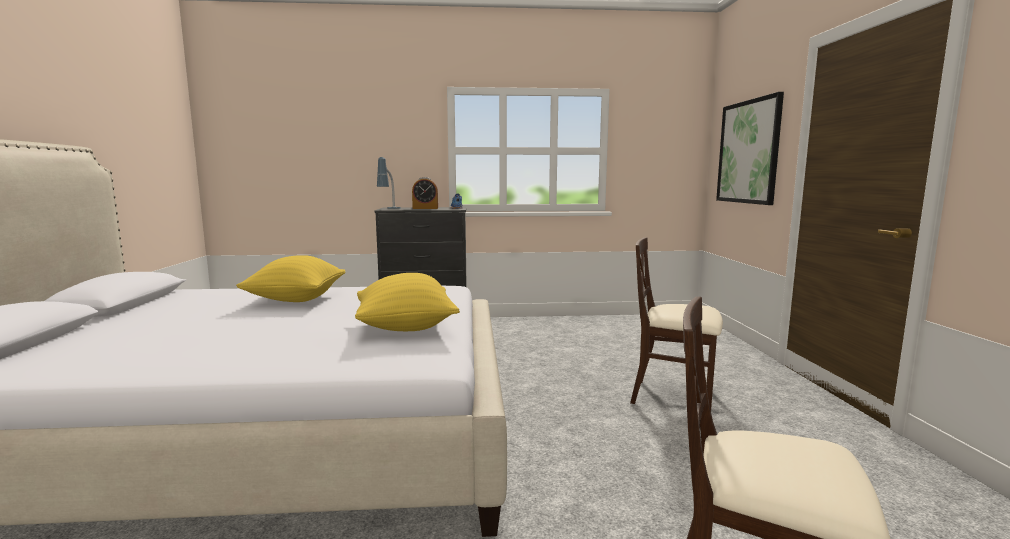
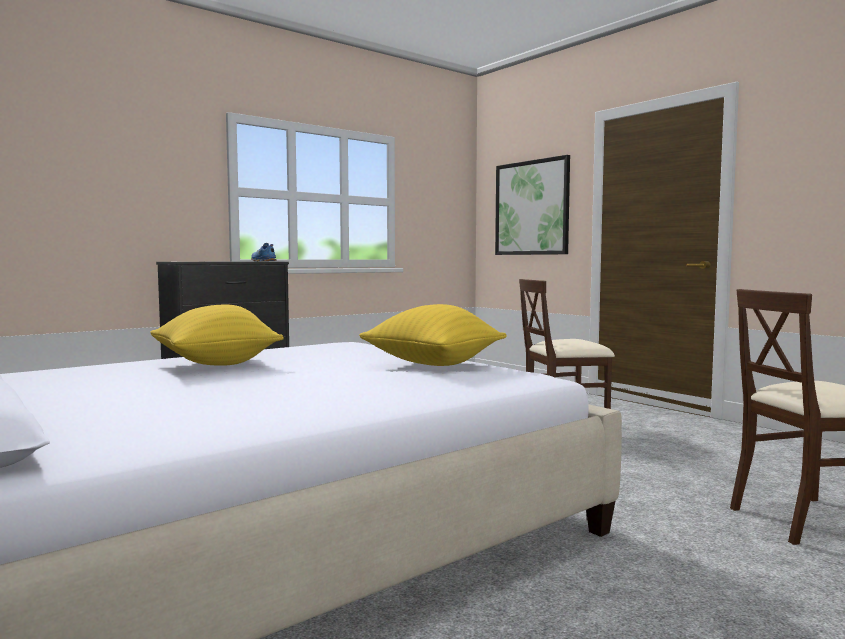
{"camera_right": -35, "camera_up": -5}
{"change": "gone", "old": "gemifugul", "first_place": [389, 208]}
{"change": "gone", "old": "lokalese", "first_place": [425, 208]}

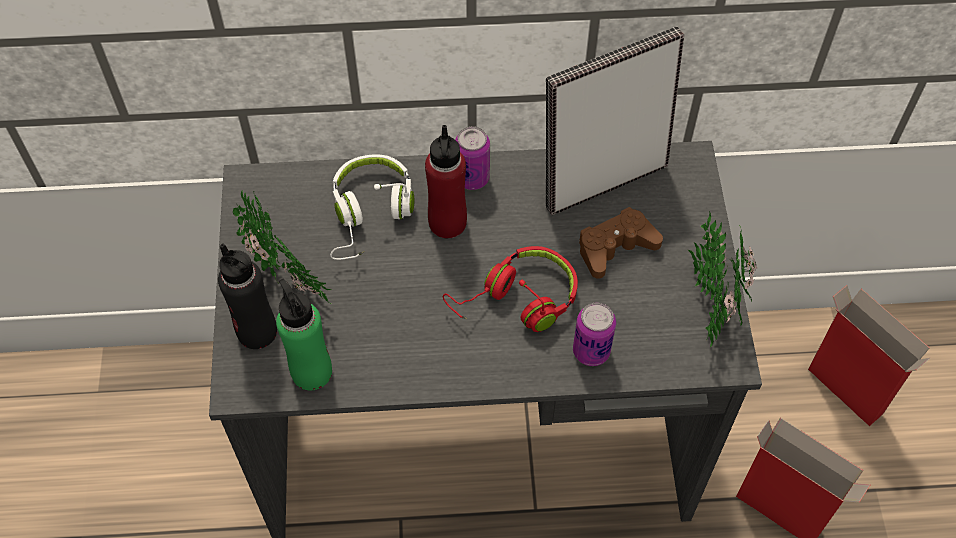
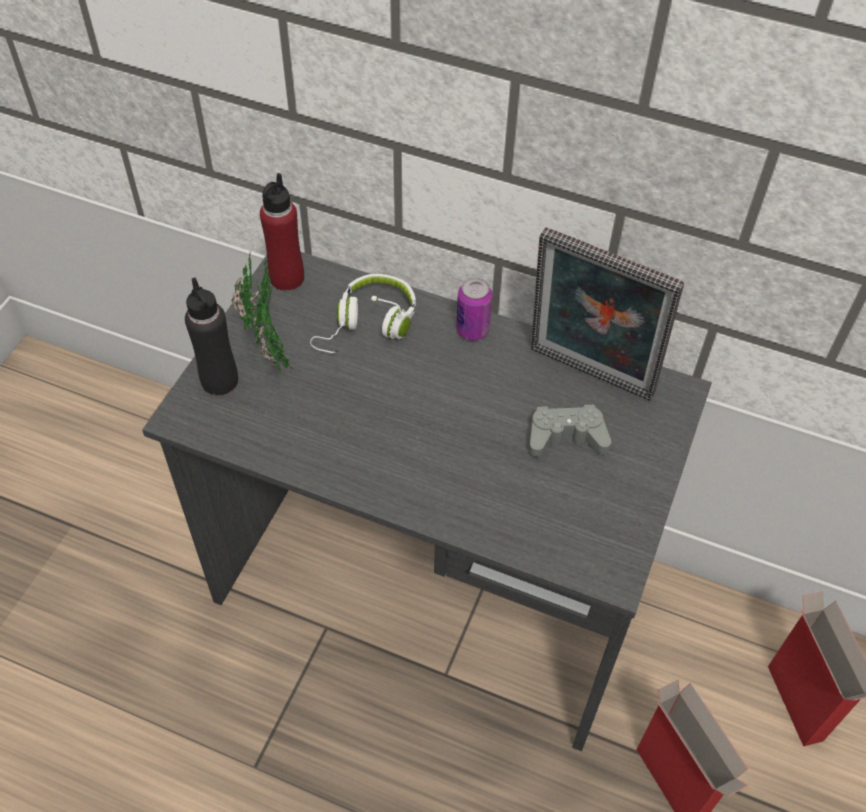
{"camera_right": 25, "camera_up": -5}
{"change": "shifted", "old": "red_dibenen", "first_place": [447, 223], "second_place": [287, 278]}
{"change": "repainted", "old": "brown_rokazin", "new": "grey_rokazin", "first_place": [615, 247], "second_place": [566, 437]}
{"change": "rotated", "old": "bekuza", "first_place": [602, 180], "second_place": [588, 376], "degrees": -150}
{"change": "gone", "old": "green_dibenen", "first_place": [311, 371]}
{"change": "gone", "old": "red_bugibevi", "first_place": [517, 301]}
{"change": "gone", "old": "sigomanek", "first_place": [591, 351]}
{"change": "gone", "old": "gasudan", "first_place": [711, 300]}

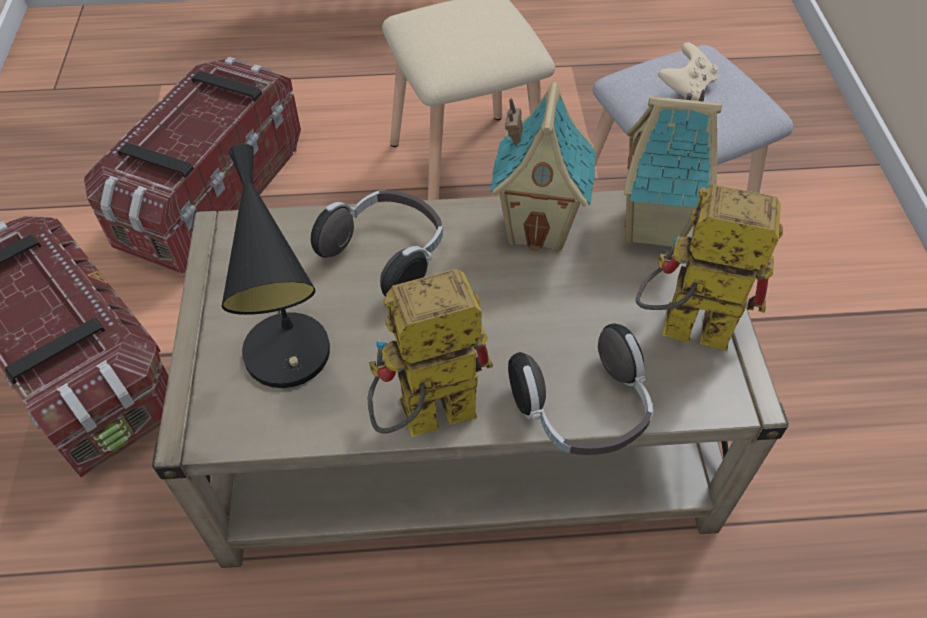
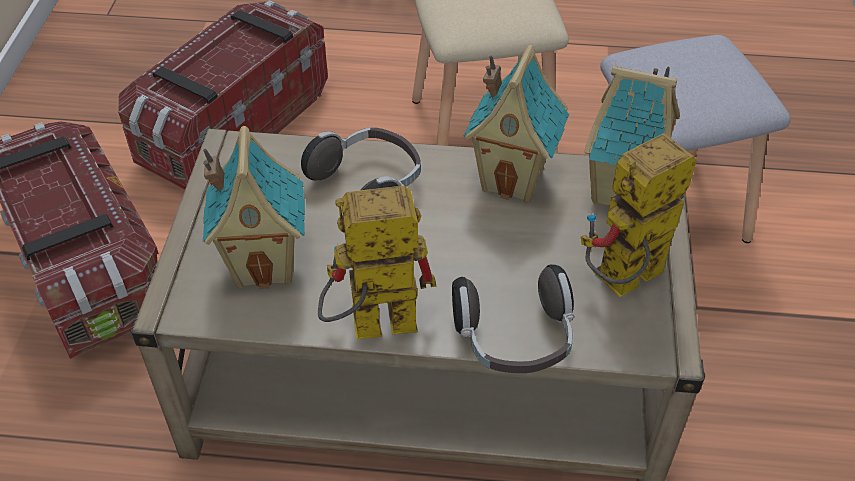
{"camera_right": 10, "camera_up": -5}
{"change": "swapped", "old": "black_gemifugul", "new": "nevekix", "first_place": [292, 362], "second_place": [265, 264]}
{"change": "rotated", "old": "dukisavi", "first_place": [679, 329], "second_place": [622, 283], "degrees": -60}
{"change": "gone", "old": "beige_rokazin", "first_place": [685, 88]}

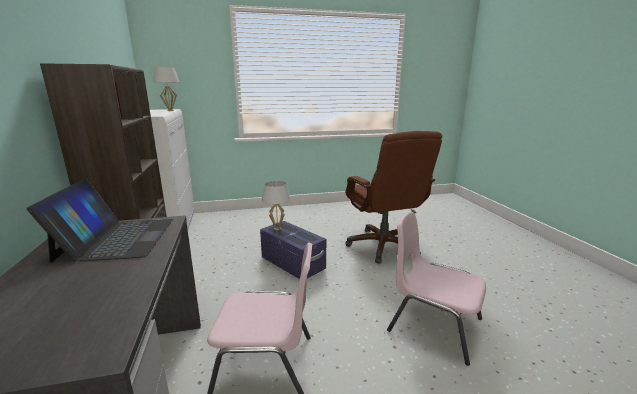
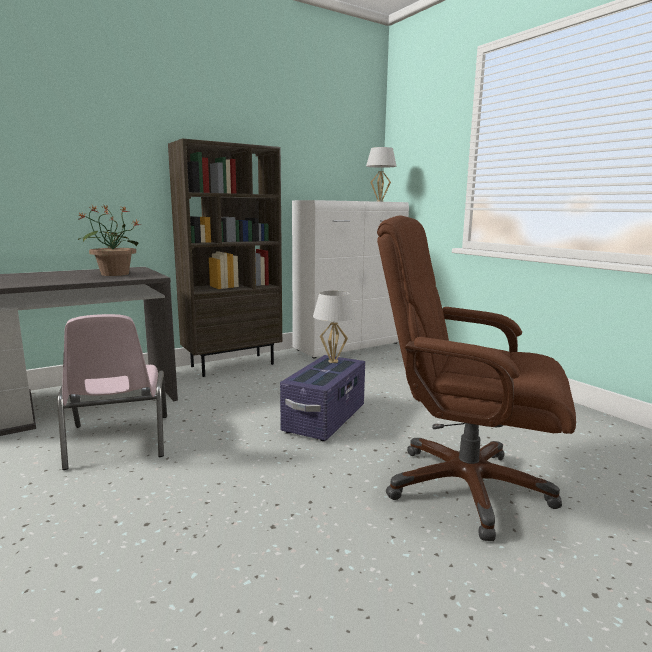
{"camera_right": 70, "camera_up": -5}
{"change": "swapped", "old": "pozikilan", "new": "gasudan", "first_place": [117, 238], "second_place": [114, 274]}
{"change": "rotated", "old": "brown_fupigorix", "first_place": [383, 246], "second_place": [464, 487], "degrees": 60}
{"change": "gone", "old": "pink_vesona", "first_place": [433, 325]}

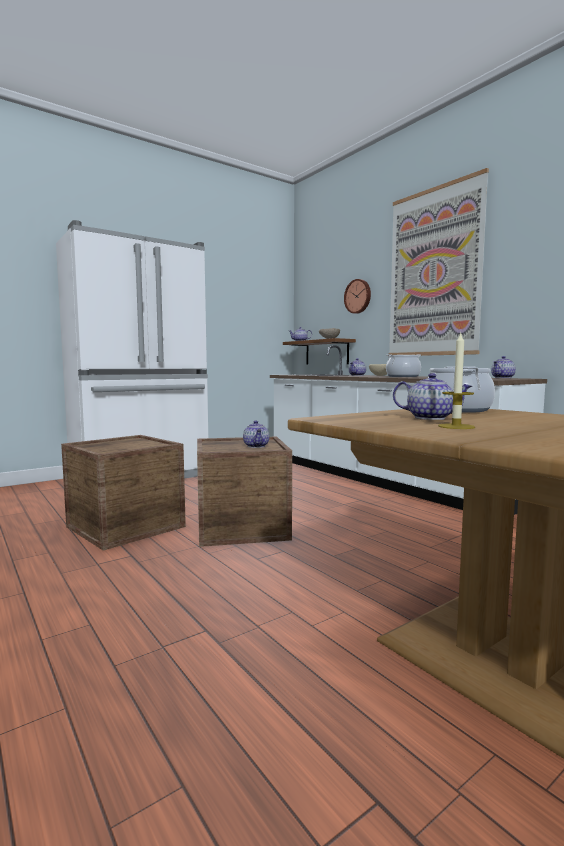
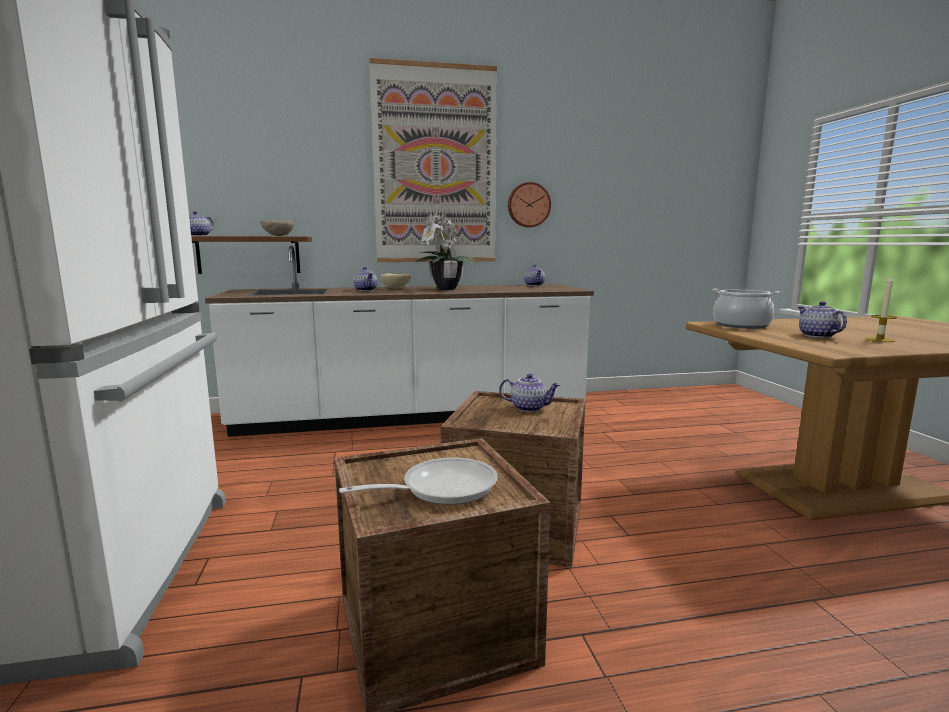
{"camera_right": -65, "camera_up": 5}
{"change": "new", "new": "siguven", "second_place": [441, 488]}
{"change": "swapped", "old": "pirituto", "new": "gasudan", "first_place": [402, 376], "second_place": [444, 289]}
{"change": "shifted", "old": "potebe", "first_place": [358, 296], "second_place": [528, 205]}
{"change": "rotated", "old": "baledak", "first_place": [430, 418], "second_place": [816, 336], "degrees": -60}

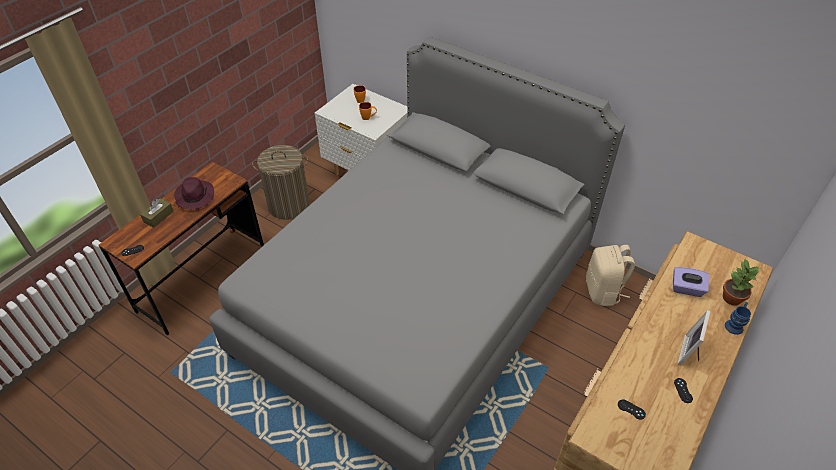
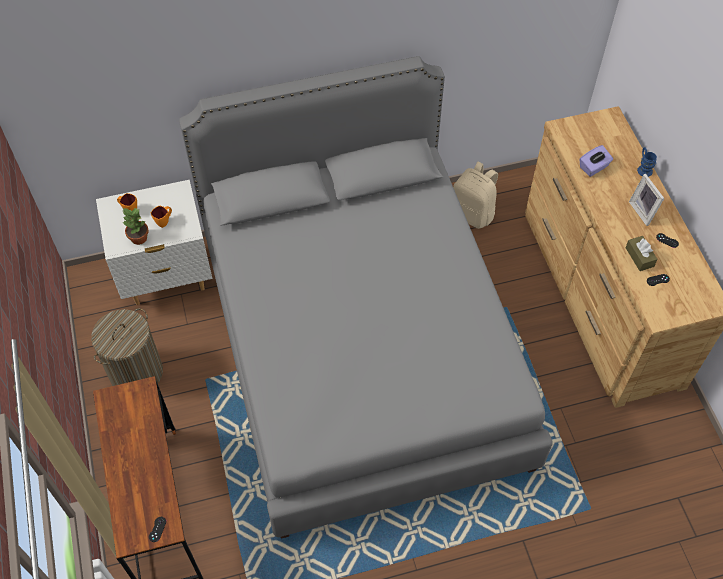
{"camera_right": -50, "camera_up": 10}
{"change": "shifted", "old": "gasudan", "first_place": [731, 297], "second_place": [138, 238]}
{"change": "shifted", "old": "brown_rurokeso", "first_place": [158, 217], "second_place": [639, 257]}
{"change": "gone", "old": "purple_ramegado", "first_place": [194, 196]}

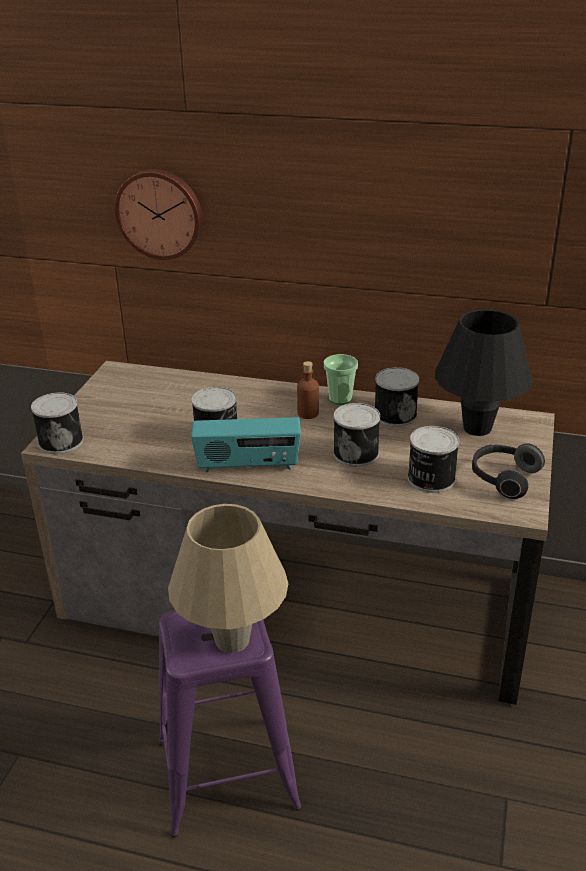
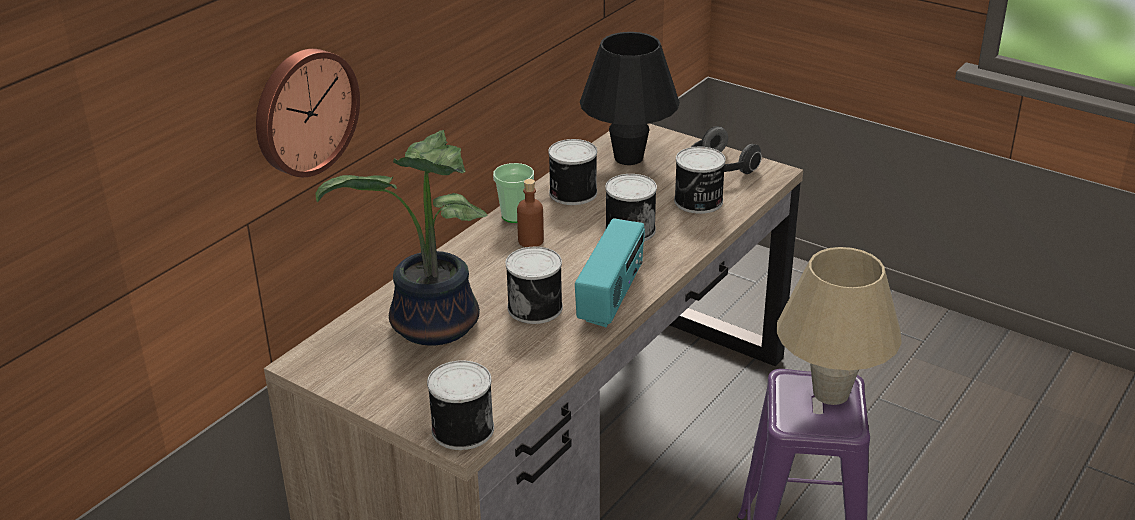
{"camera_right": -70, "camera_up": 0}
{"change": "new", "new": "gasudan", "second_place": [432, 327]}

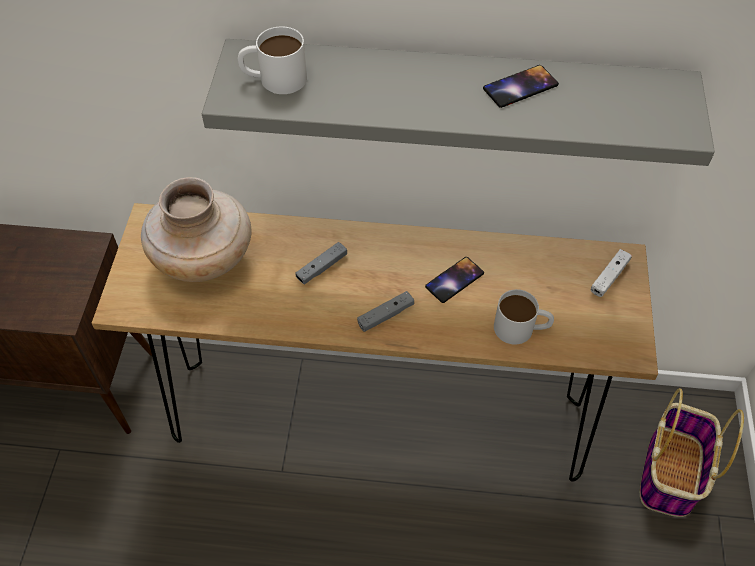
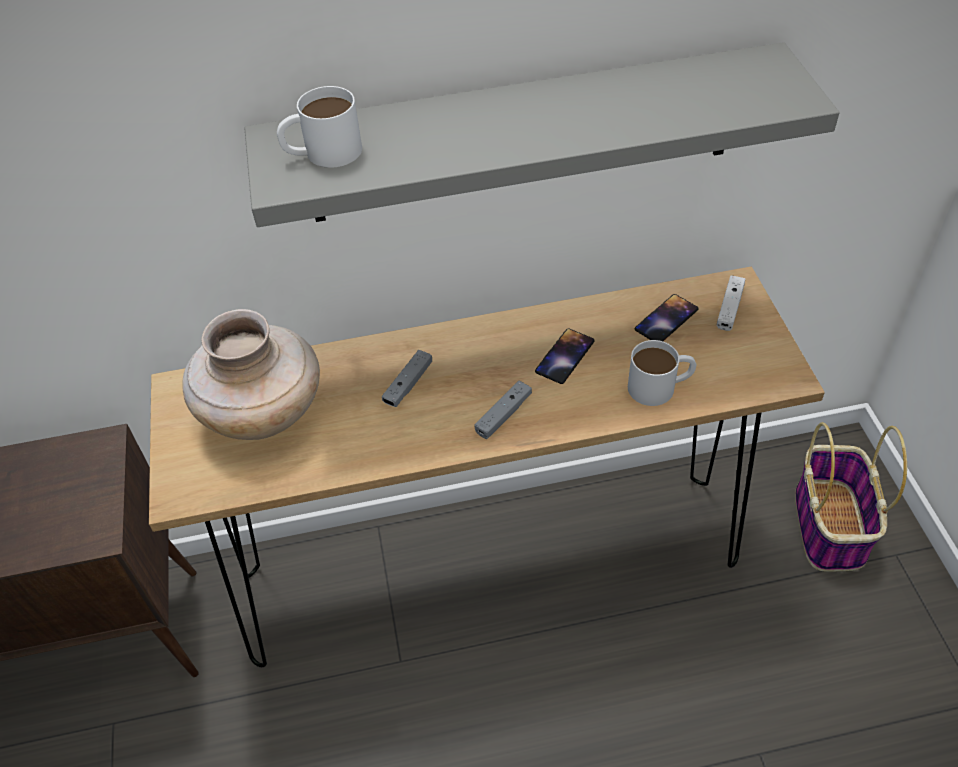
{"camera_right": -15, "camera_up": -5}
{"change": "shifted", "old": "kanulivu", "first_place": [520, 87], "second_place": [666, 319]}

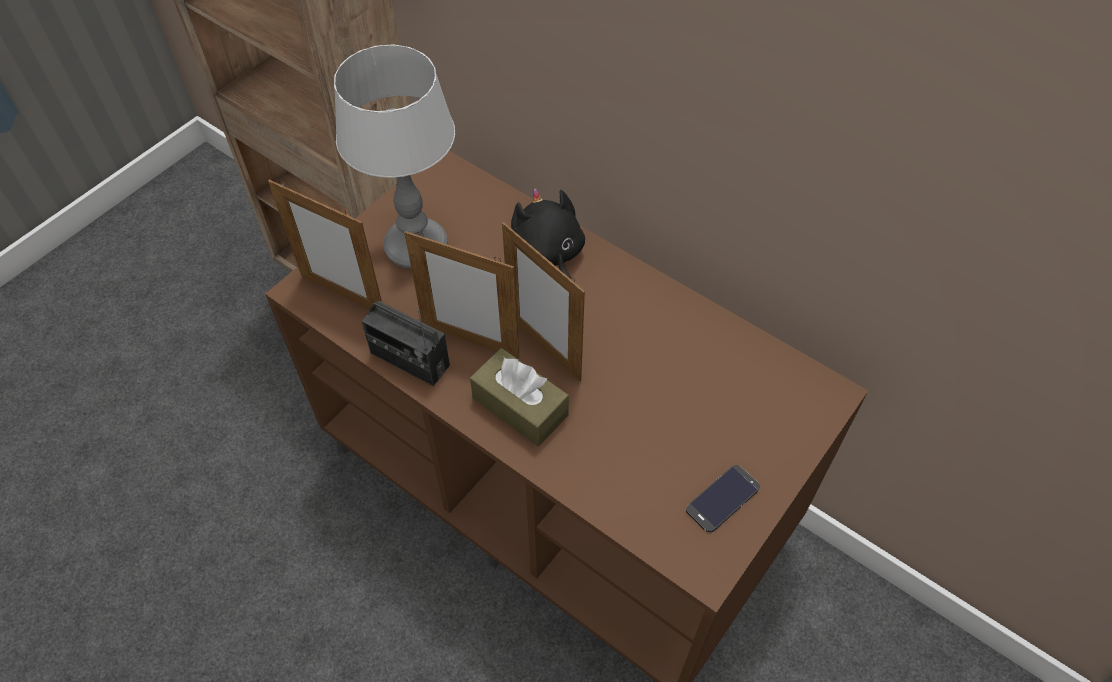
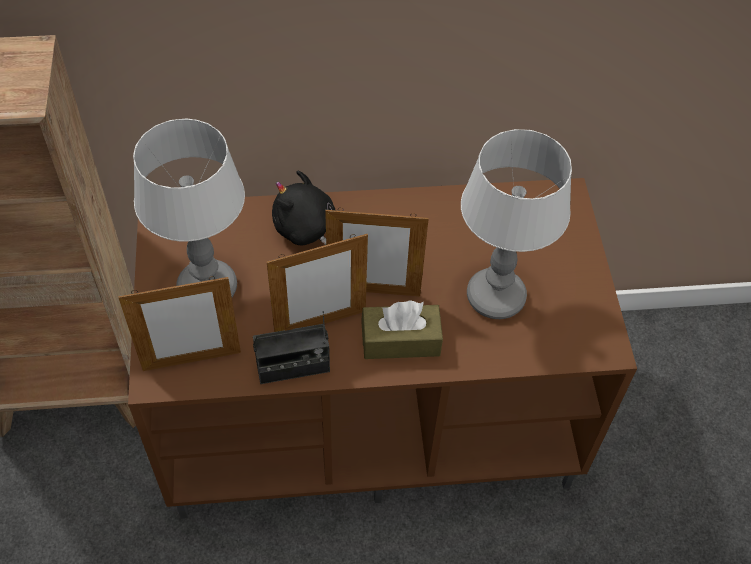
{"camera_right": -45, "camera_up": 0}
{"change": "new", "new": "gemifugul", "second_place": [497, 297]}
{"change": "gone", "old": "kanulivu", "first_place": [722, 498]}

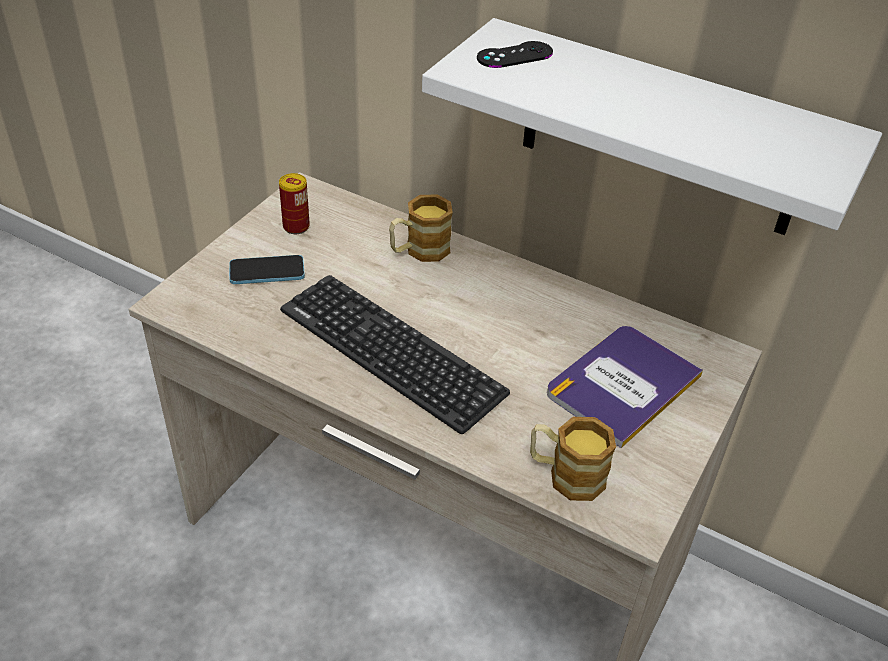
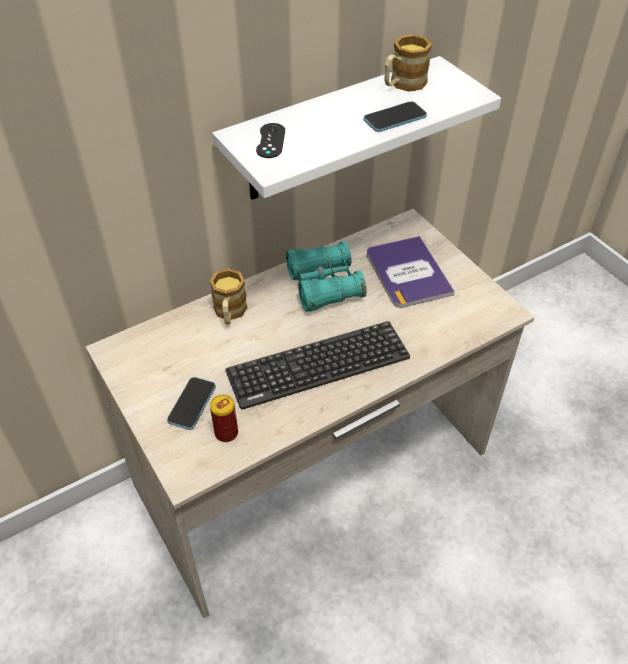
{"camera_right": -60, "camera_up": 5}
{"change": "shifted", "old": "sigomanek", "first_place": [296, 226], "second_place": [226, 433]}
{"change": "new", "new": "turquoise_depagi", "second_place": [324, 286]}
{"change": "new", "new": "kanulivu", "second_place": [395, 118]}
{"change": "shifted", "old": "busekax", "first_place": [566, 475], "second_place": [403, 84]}

